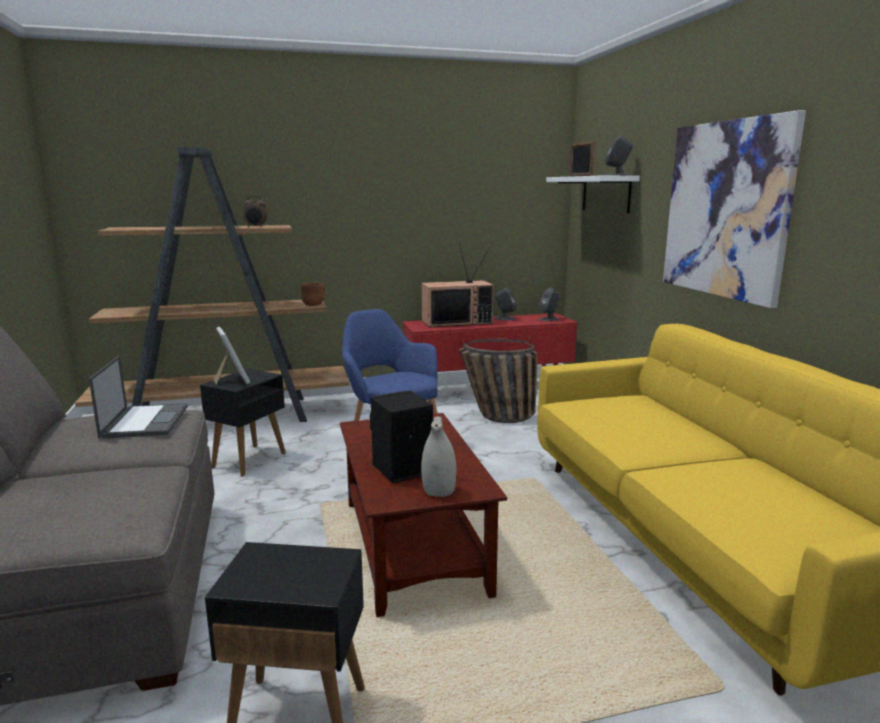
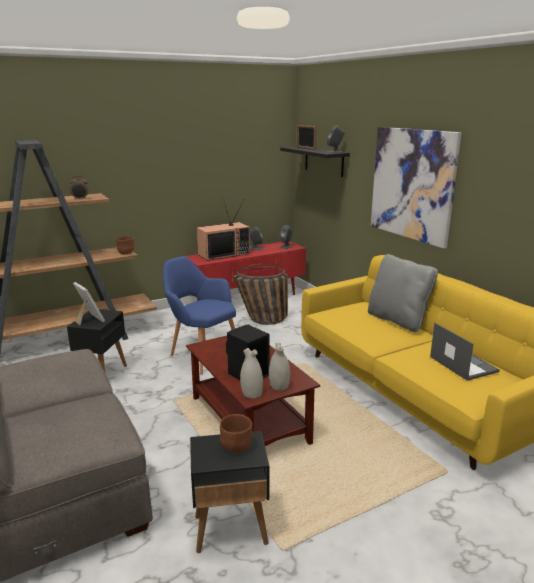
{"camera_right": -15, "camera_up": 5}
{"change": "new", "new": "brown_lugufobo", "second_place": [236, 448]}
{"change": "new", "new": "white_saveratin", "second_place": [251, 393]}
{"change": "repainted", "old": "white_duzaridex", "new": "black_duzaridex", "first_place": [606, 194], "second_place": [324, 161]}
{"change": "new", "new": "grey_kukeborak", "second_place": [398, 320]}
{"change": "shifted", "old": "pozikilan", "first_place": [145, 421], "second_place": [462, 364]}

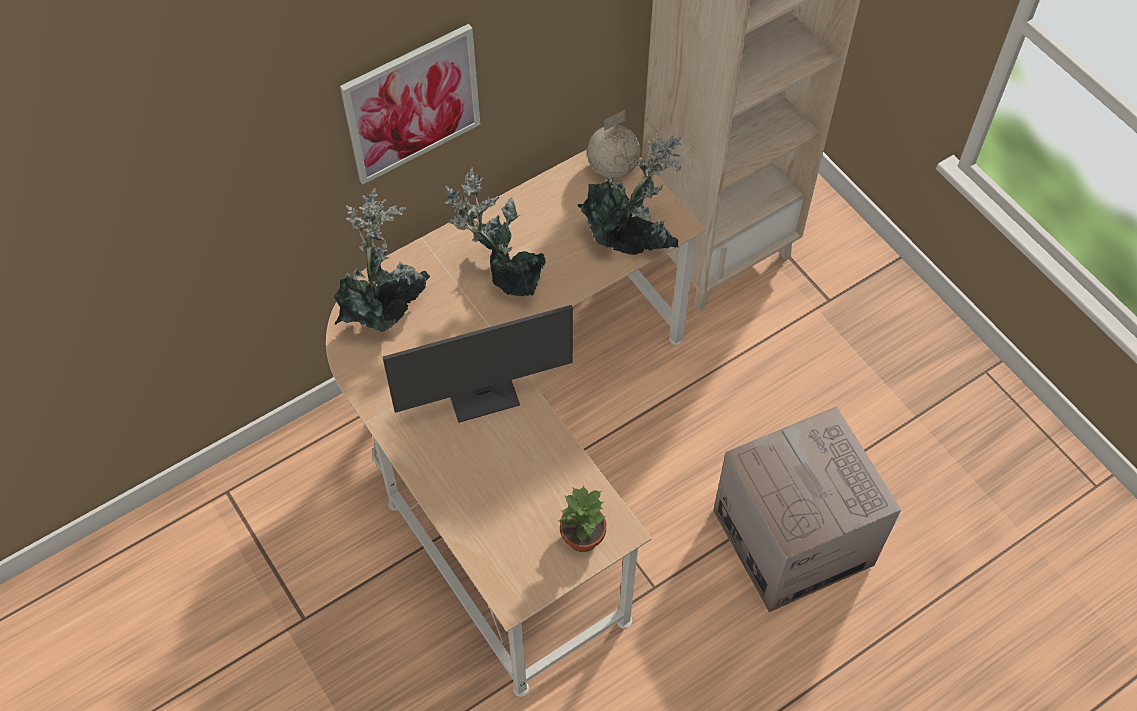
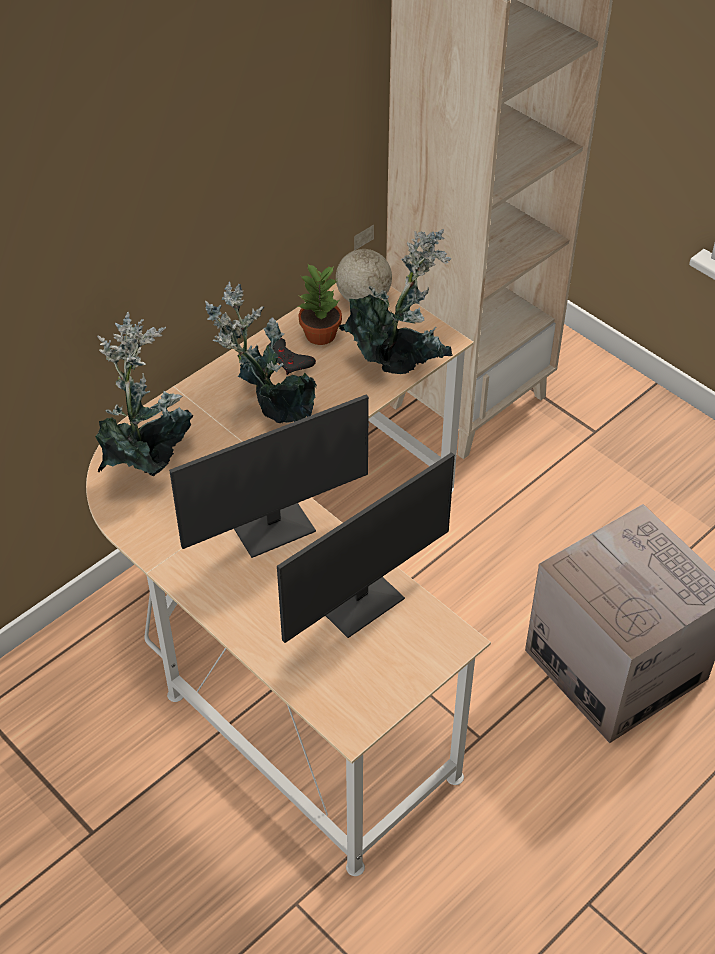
{"camera_right": -10, "camera_up": -10}
{"change": "new", "new": "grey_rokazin", "second_place": [288, 360]}
{"change": "new", "new": "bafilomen", "second_place": [359, 601]}
{"change": "shifted", "old": "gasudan", "first_place": [583, 538], "second_place": [321, 335]}
{"change": "gone", "old": "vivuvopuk", "first_place": [412, 104]}

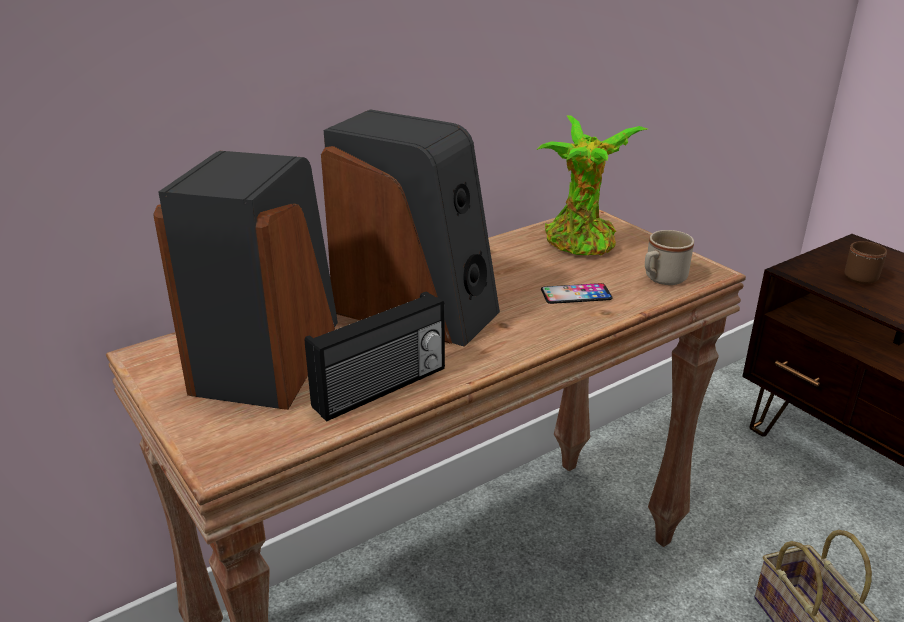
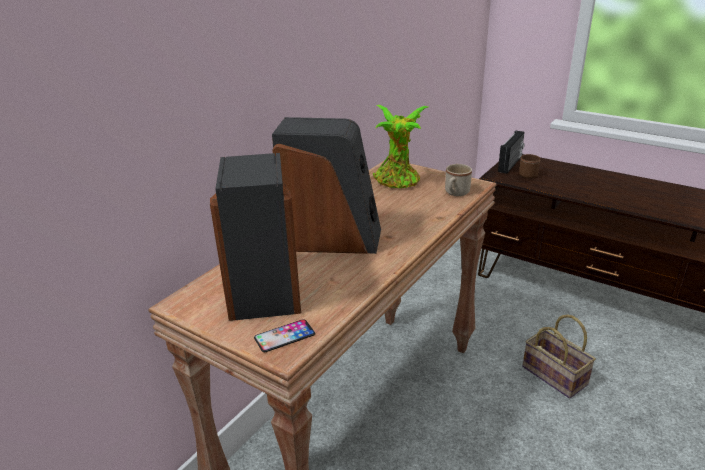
{"camera_right": -20, "camera_up": 0}
{"change": "shifted", "old": "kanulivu", "first_place": [576, 294], "second_place": [284, 336]}
{"change": "shifted", "old": "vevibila", "first_place": [382, 389], "second_place": [511, 164]}

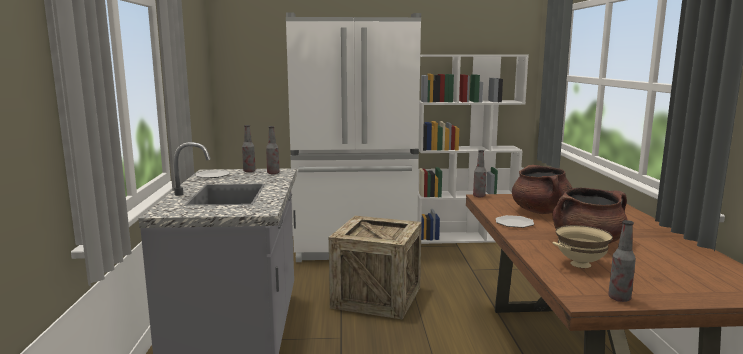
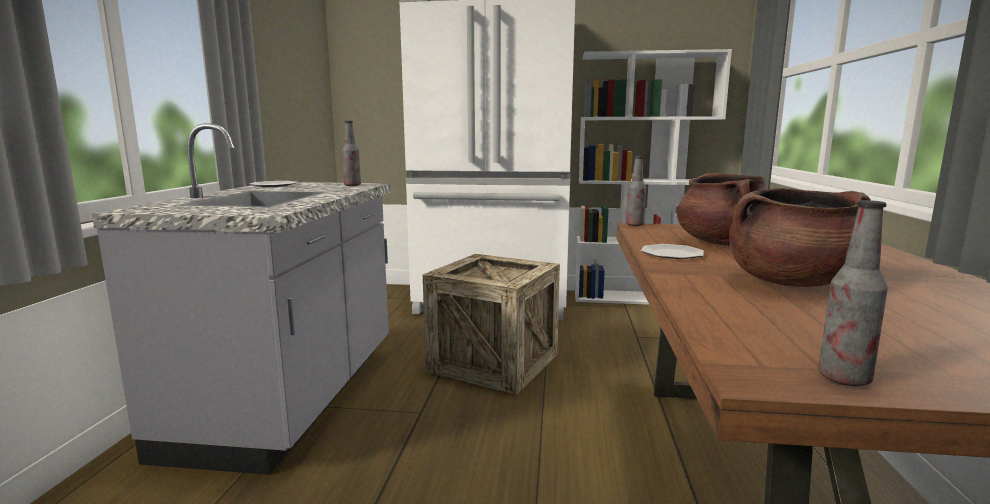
{"camera_right": 10, "camera_up": 0}
{"change": "gone", "old": "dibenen", "first_place": [249, 171]}
{"change": "gone", "old": "beige_lugufobo", "first_place": [580, 264]}

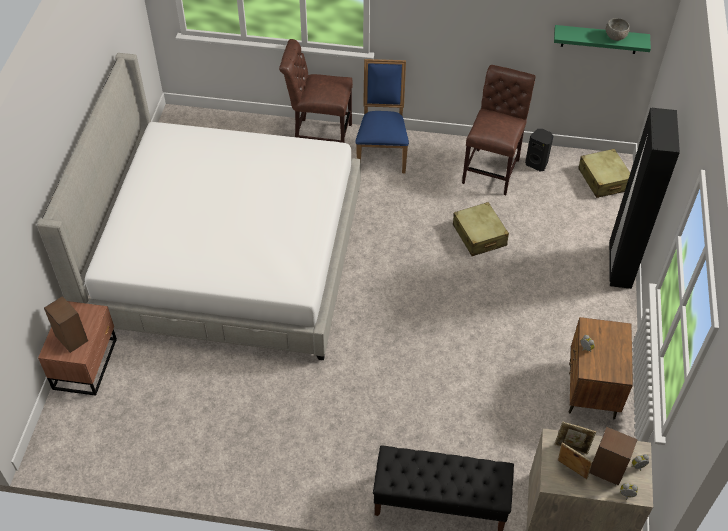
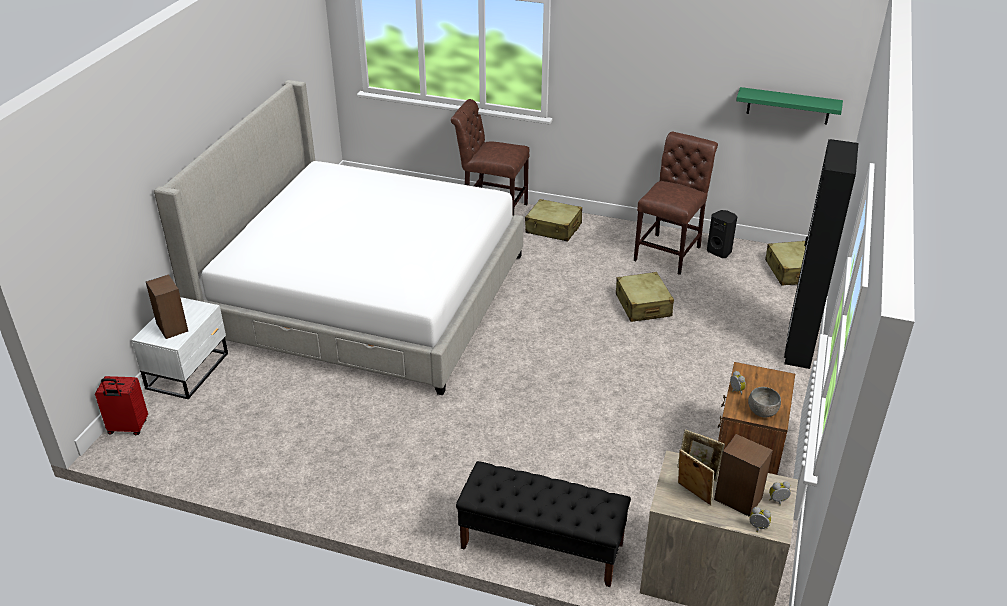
{"camera_right": 10, "camera_up": -15}
{"change": "new", "new": "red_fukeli", "second_place": [128, 428]}
{"change": "repainted", "old": "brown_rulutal", "new": "white_rulutal", "first_place": [87, 363], "second_place": [190, 370]}
{"change": "swapped", "old": "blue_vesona", "new": "beige_fukeli", "first_place": [382, 152], "second_place": [553, 228]}
{"change": "shifted", "old": "grey_lugufobo", "first_place": [615, 37], "second_place": [762, 412]}

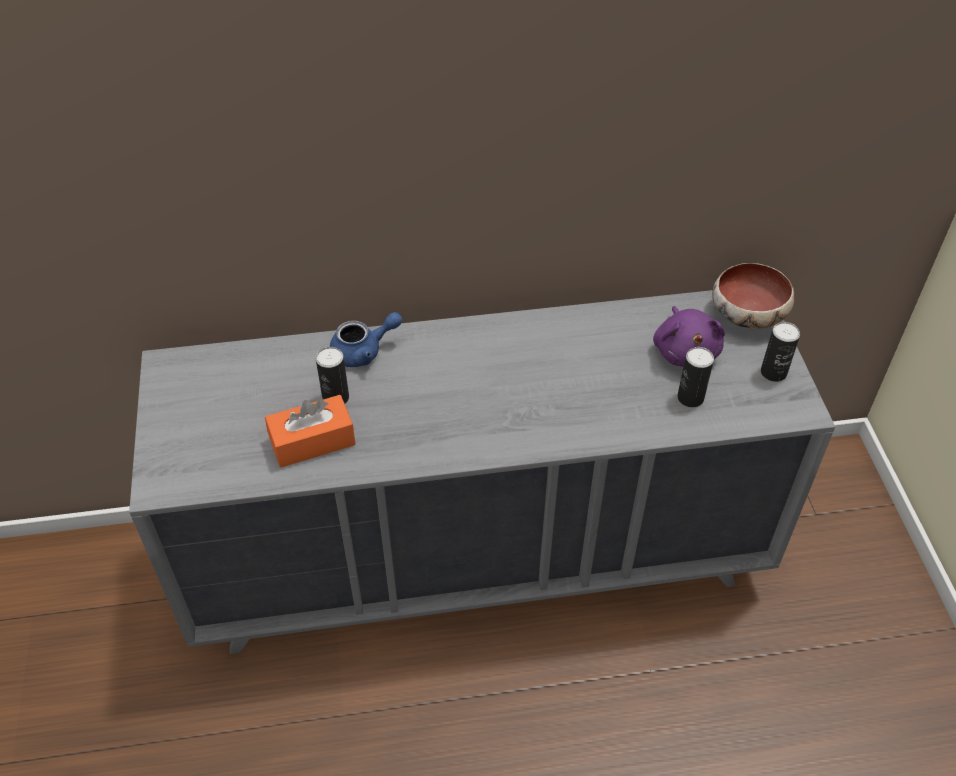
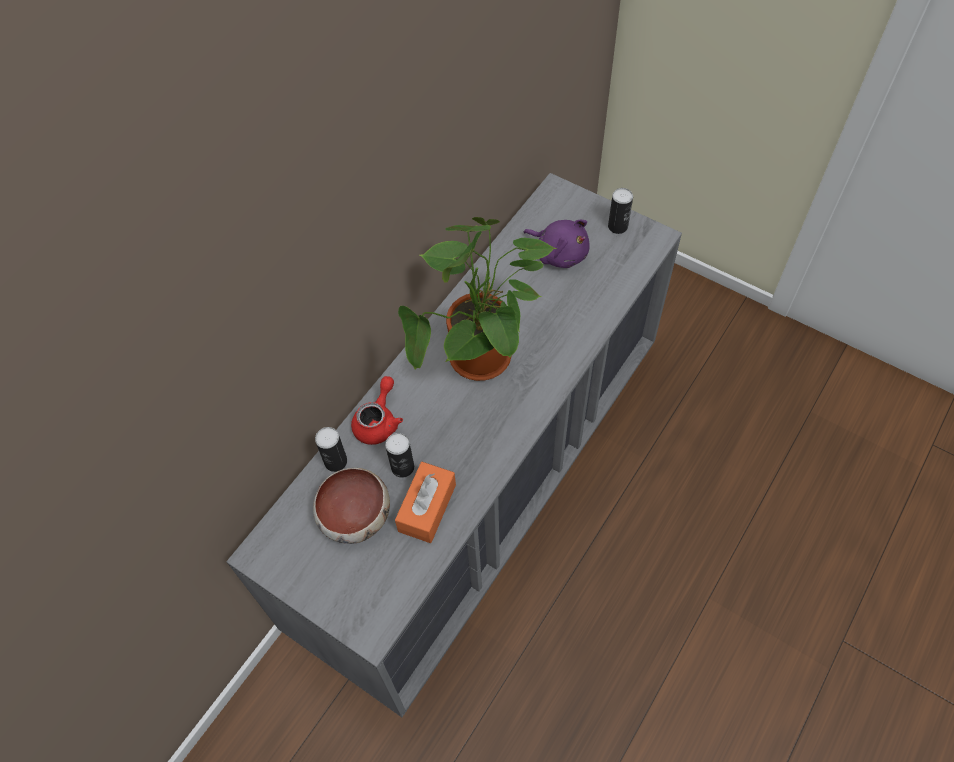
{"camera_right": -45, "camera_up": 10}
{"change": "shifted", "old": "lugufobo", "first_place": [747, 315], "second_place": [355, 516]}
{"change": "shifted", "old": "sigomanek", "first_place": [690, 397], "second_place": [335, 461]}
{"change": "repainted", "old": "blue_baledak", "new": "red_baledak", "first_place": [363, 351], "second_place": [378, 421]}
{"change": "new", "new": "gasudan", "second_place": [482, 363]}

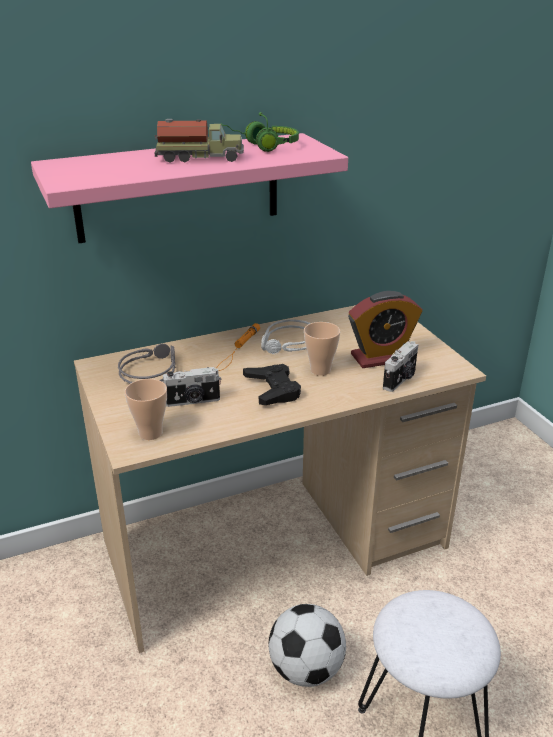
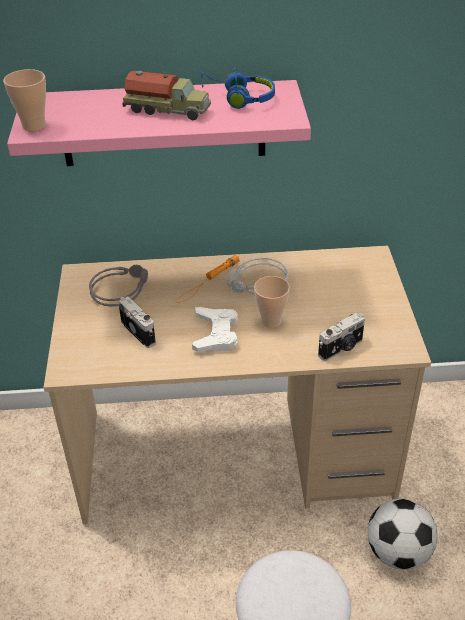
{"camera_right": 20, "camera_up": 10}
{"change": "shifted", "old": "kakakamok", "first_place": [150, 433], "second_place": [34, 126]}
{"change": "rotated", "old": "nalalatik", "first_place": [193, 401], "second_place": [139, 332], "degrees": -135}
{"change": "repainted", "old": "black_rokazin", "new": "white_rokazin", "first_place": [272, 389], "second_place": [215, 334]}
{"change": "repainted", "old": "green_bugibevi", "new": "blue_bugibevi", "first_place": [261, 146], "second_place": [238, 98]}
{"change": "shifted", "old": "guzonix", "first_place": [306, 669], "second_place": [398, 552]}
{"change": "gone", "old": "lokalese", "first_place": [381, 357]}

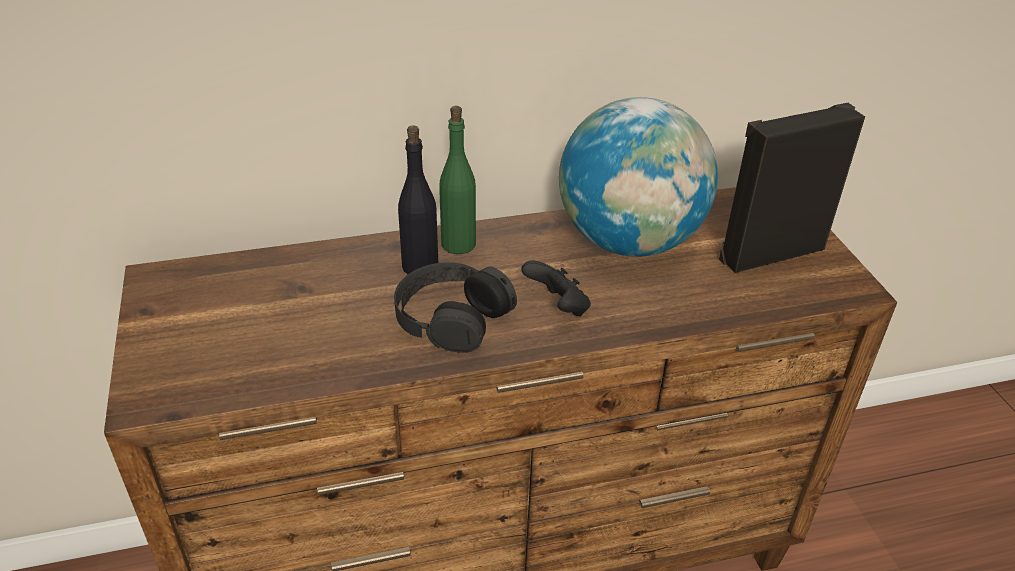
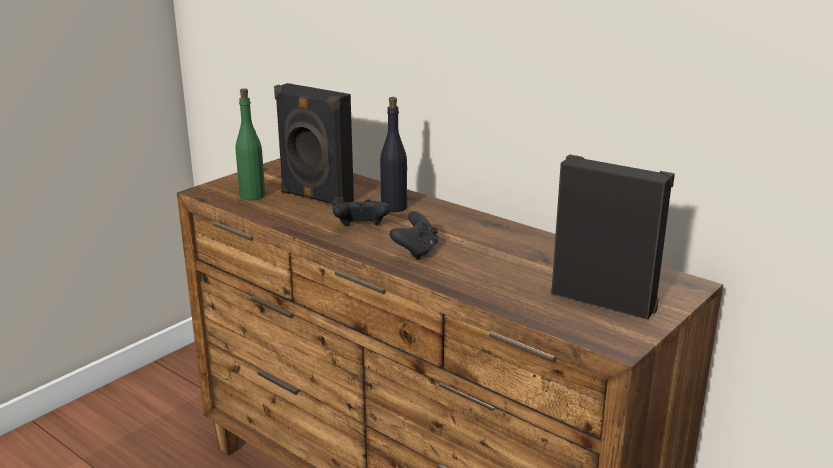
{"camera_right": 55, "camera_up": -15}
{"change": "shifted", "old": "green_dibenen", "first_place": [458, 244], "second_place": [252, 195]}
{"change": "new", "new": "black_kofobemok", "second_place": [315, 198]}
{"change": "swapped", "old": "black_bugibevi", "new": "black_rokazin", "first_place": [451, 317], "second_place": [361, 228]}
{"change": "gone", "old": "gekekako", "first_place": [629, 241]}

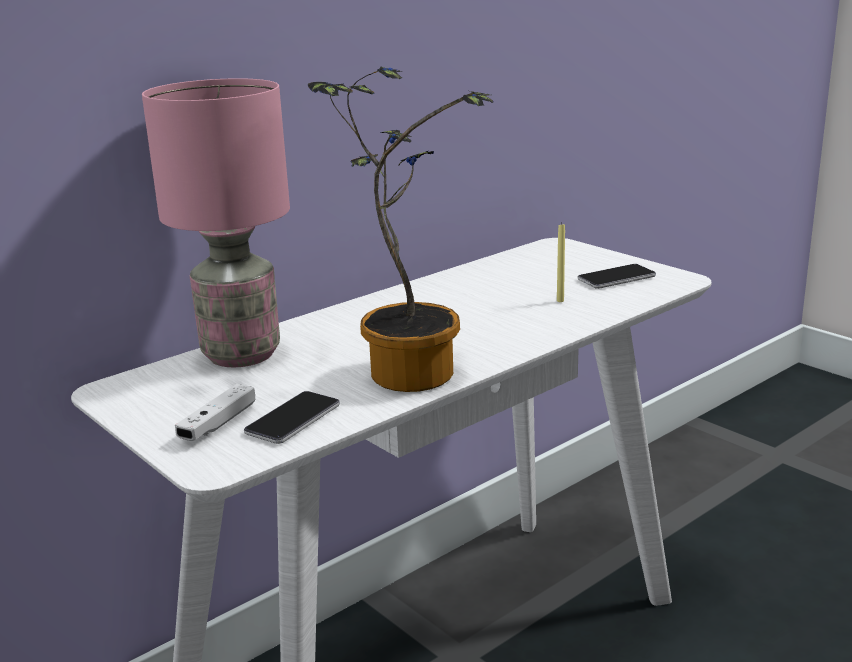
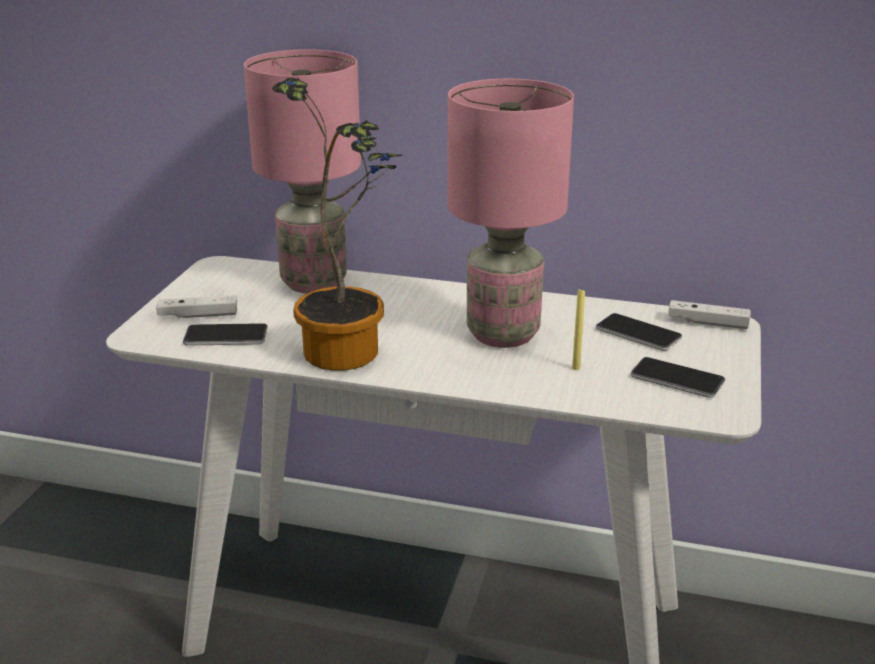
{"camera_right": 55, "camera_up": 5}
{"change": "new", "new": "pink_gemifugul", "second_place": [504, 334]}
{"change": "new", "new": "kanulivu", "second_place": [638, 333]}
{"change": "new", "new": "white_rokazin", "second_place": [707, 323]}

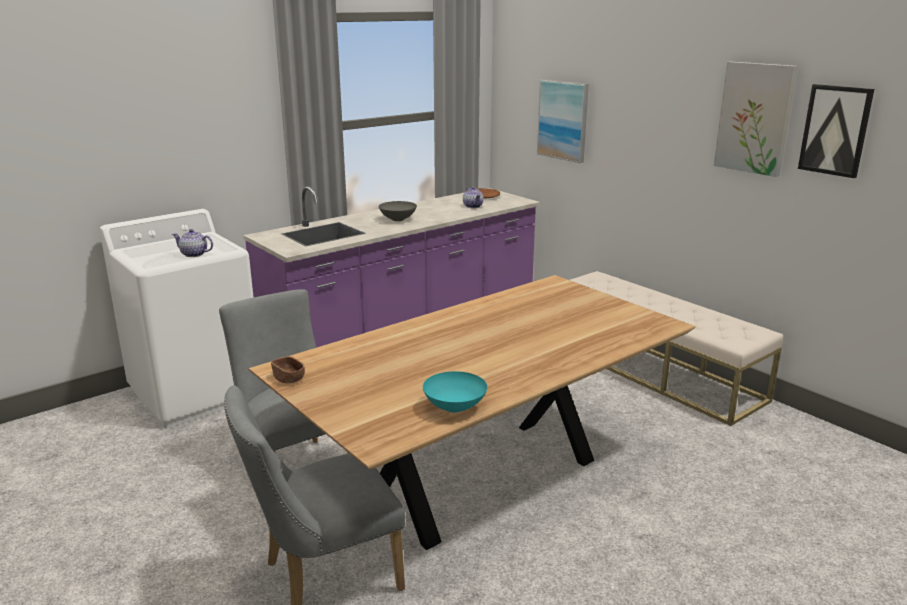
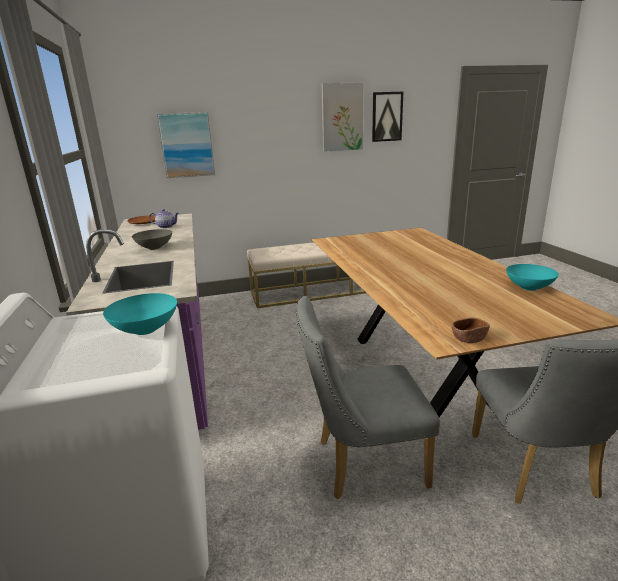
{"camera_right": -65, "camera_up": 0}
{"change": "swapped", "old": "baledak", "new": "turquoise_lugufobo", "first_place": [194, 254], "second_place": [146, 330]}

